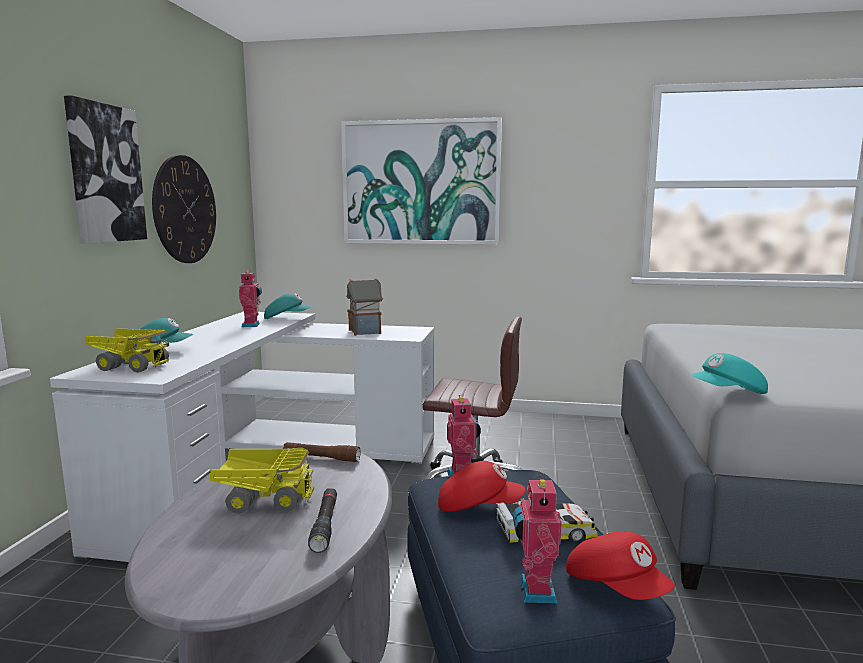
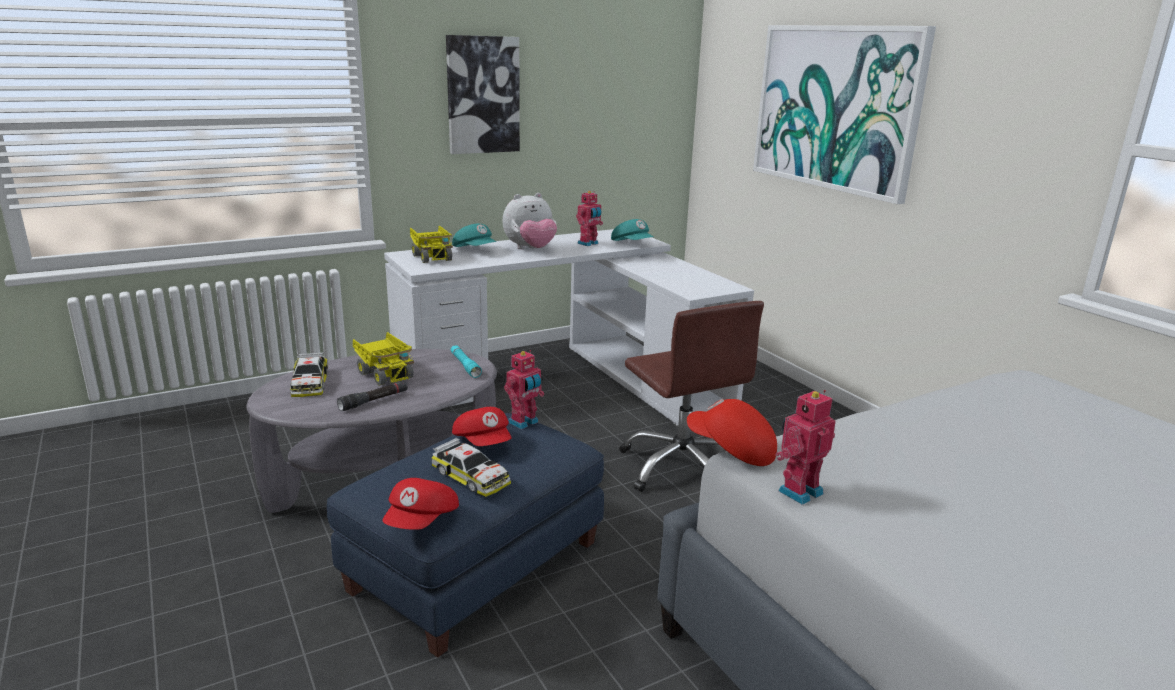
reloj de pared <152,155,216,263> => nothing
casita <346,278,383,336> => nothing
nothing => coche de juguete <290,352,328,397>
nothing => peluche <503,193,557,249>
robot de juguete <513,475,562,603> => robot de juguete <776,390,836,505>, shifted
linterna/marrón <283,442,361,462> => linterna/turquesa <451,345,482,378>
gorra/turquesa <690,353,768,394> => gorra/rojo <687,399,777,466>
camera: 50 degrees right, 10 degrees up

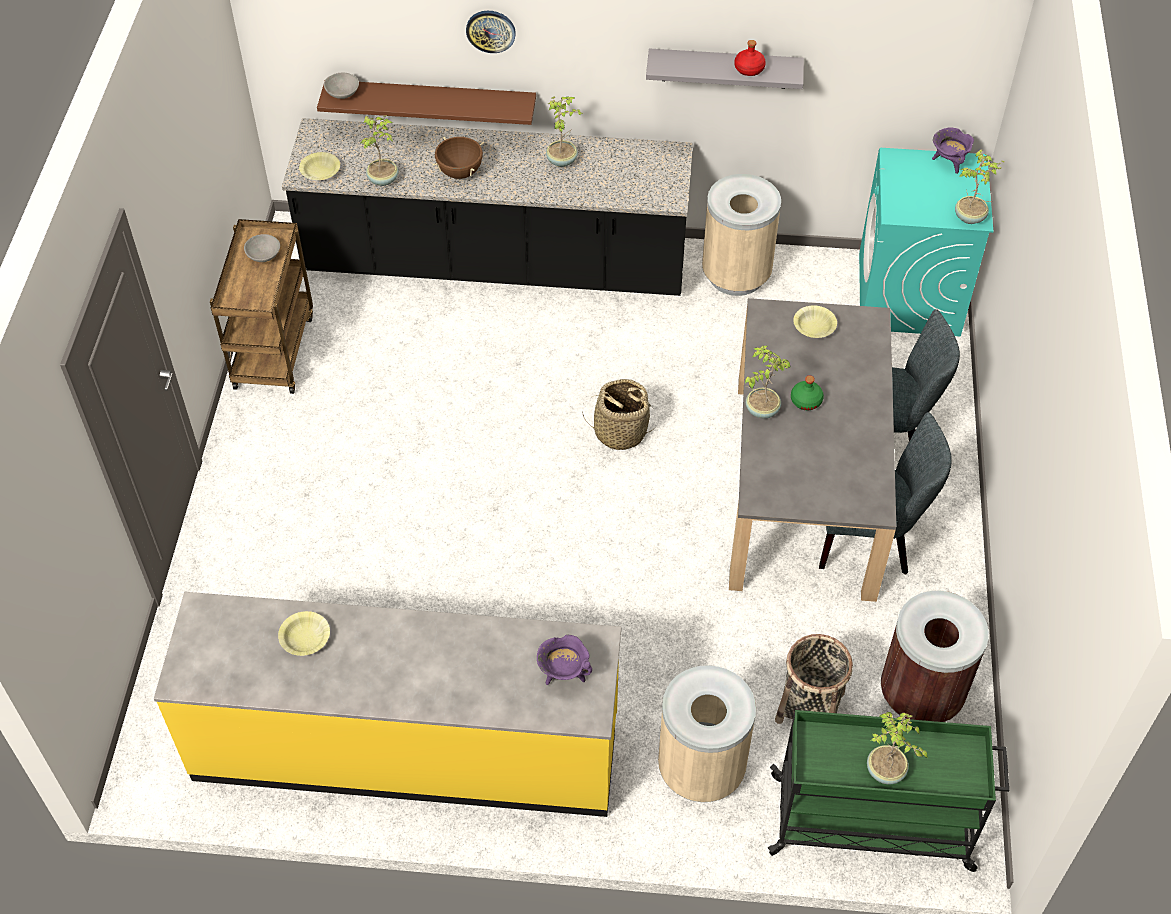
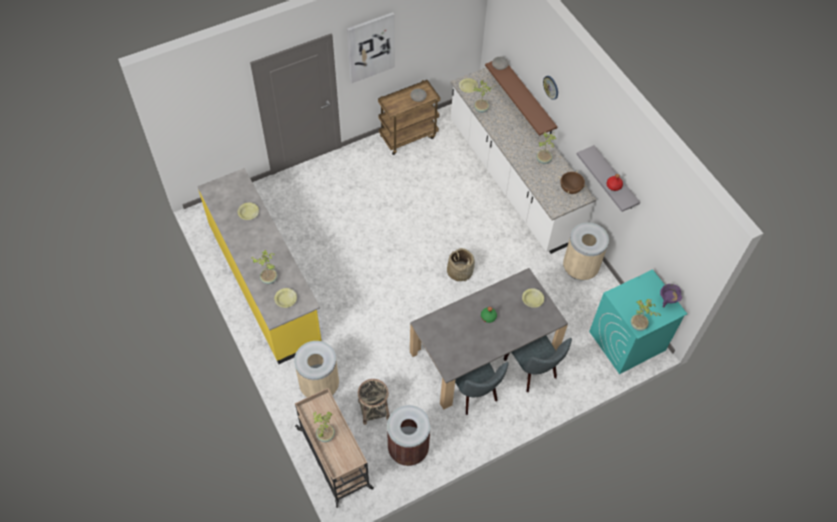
nothing => cuadro <347,12,395,83>
olla/marrón <433,136,484,179> => olla/marrón <558,170,587,194>, shifted
planta en maceta <745,345,791,419> => planta en maceta <251,250,277,284>, shifted
olla/morado <537,634,592,685> => cuenco/amarillo <274,288,297,308>
mueble bajo de cocina/negro <282,118,693,296> => mueble bajo de cocina/blanco <451,67,596,254>
carrito/verde <768,710,1009,872> => carrito/beis <295,388,374,508>
camera: 55 degrees right, 5 degrees up

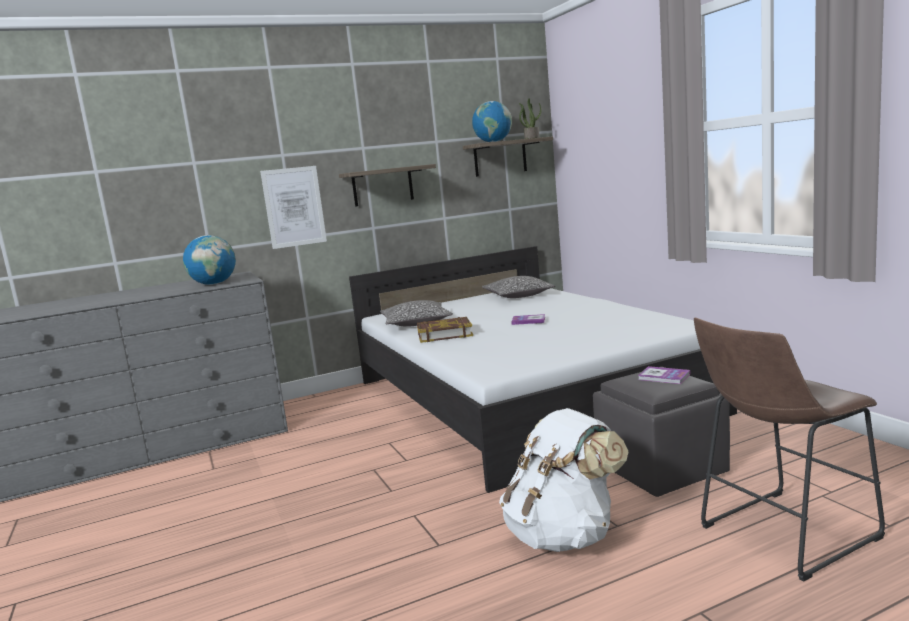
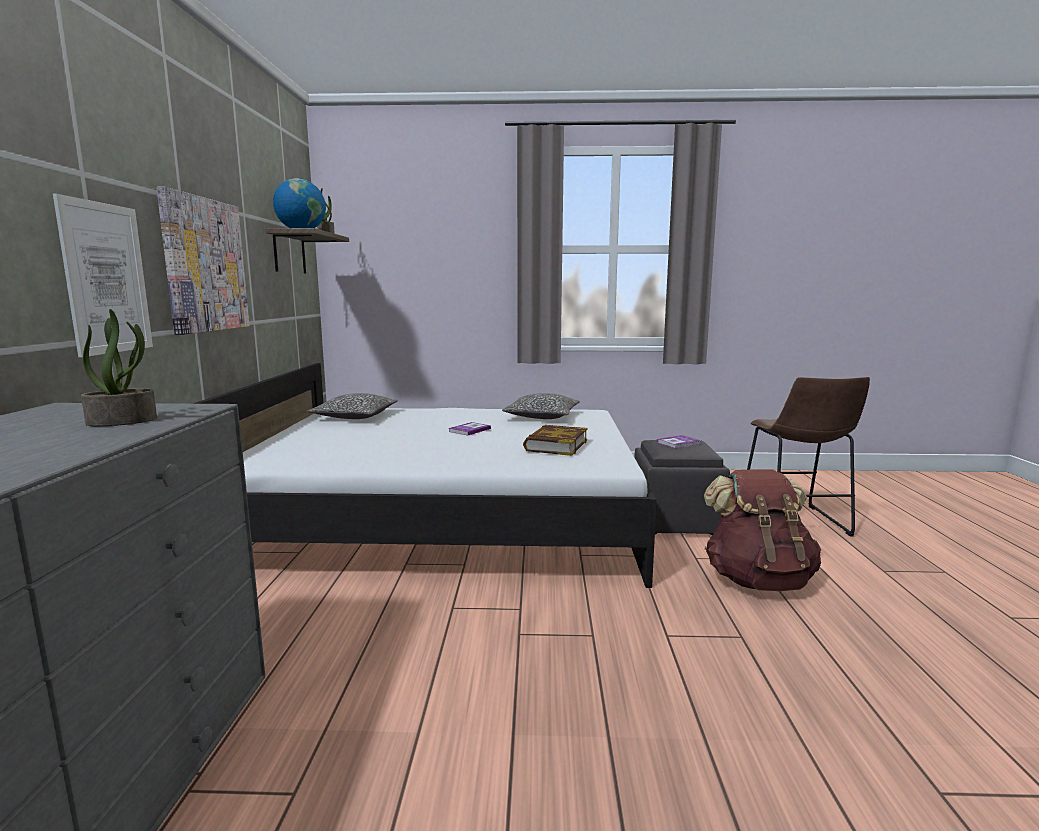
cojín <380,300,453,327> => cojín <502,393,580,419>, shifted
libro <417,317,473,343> => libro <523,425,587,456>, shifted
globo terráqueo <183,235,236,285> => planta en maceta <81,309,157,426>
estante <339,164,436,207> => cuadro <156,186,249,335>
mochila/blanco <499,408,629,552> => mochila/marrón <704,469,821,591>
camera: 65 degrees left, 0 degrees up

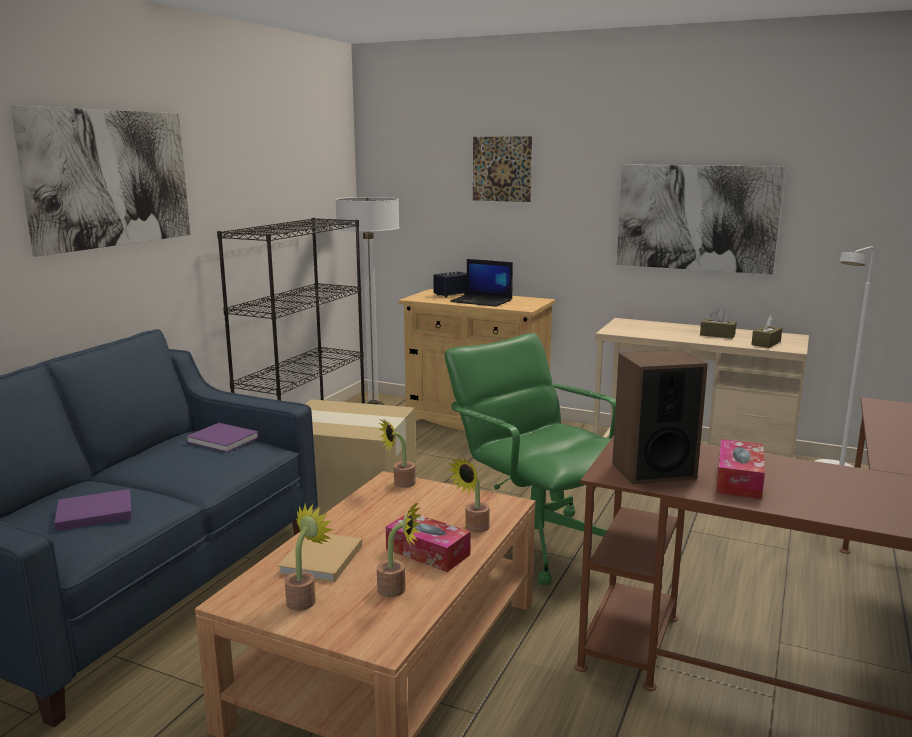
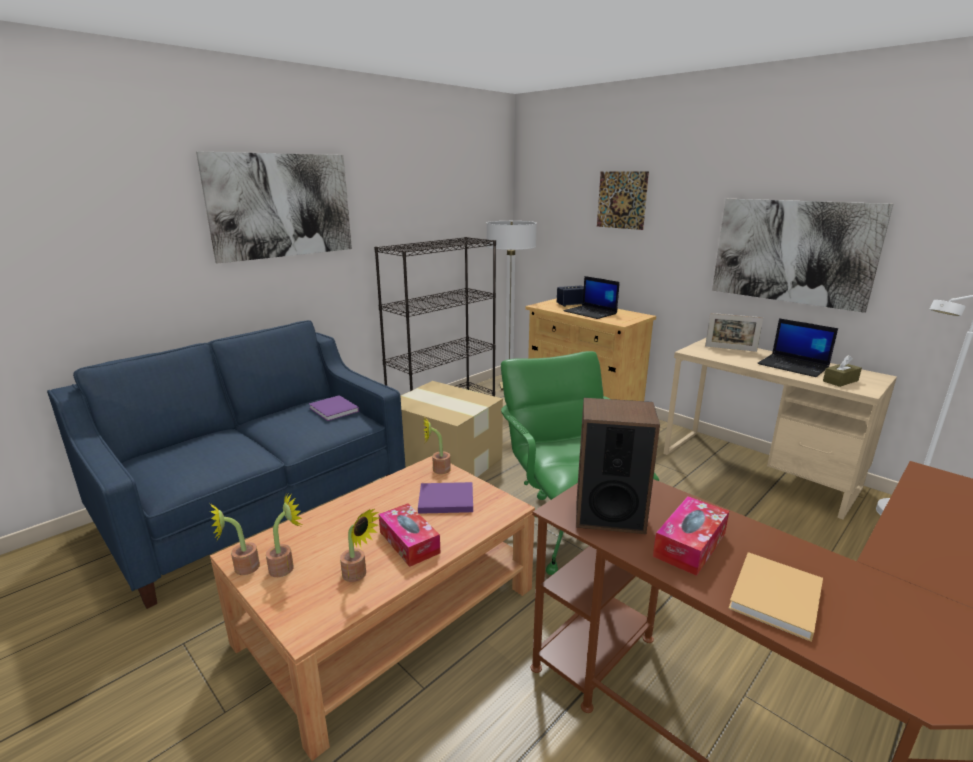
nothing => portarretratos <705,313,763,352>
libro/morado <55,489,132,531> => libro/morado <418,482,473,514>, shifted
libro/beis <278,534,362,582> => libro/beis <728,552,823,642>, shifted
planta en maceta <449,458,490,533> => planta en maceta <210,504,260,575>, shifted
caja de pañuelos/marrón <700,309,736,339> => portátil <757,318,838,377>
camera: 20 degrees right, 5 degrees up

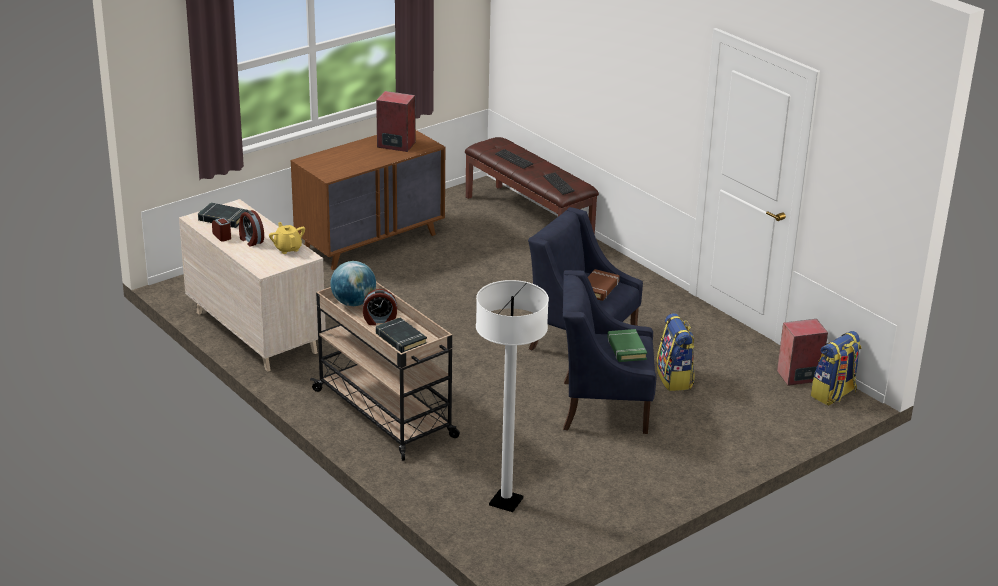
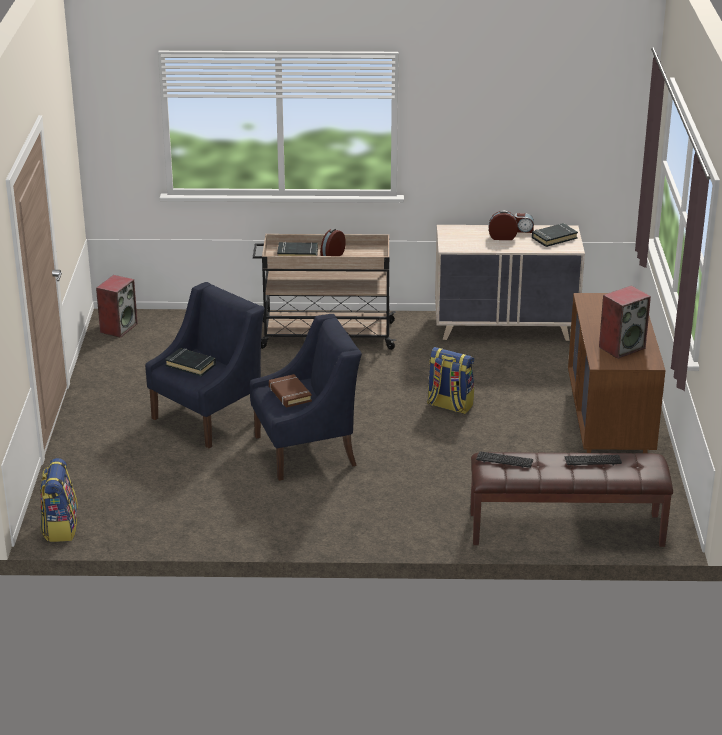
tetera/amarillo <269,222,305,254> => nothing
globo terráqueo <330,261,376,306> => nothing
lámpara de pie/blanco <476,280,549,512> => nothing
mochila <657,313,695,391> => mochila <427,347,474,414>, shifted
altavoz <777,319,828,386> => altavoz <96,275,138,338>, shifted
libro/verde <607,329,647,362> => libro/negro <165,348,216,376>
camera: 130 degrees right, 0 degrees up

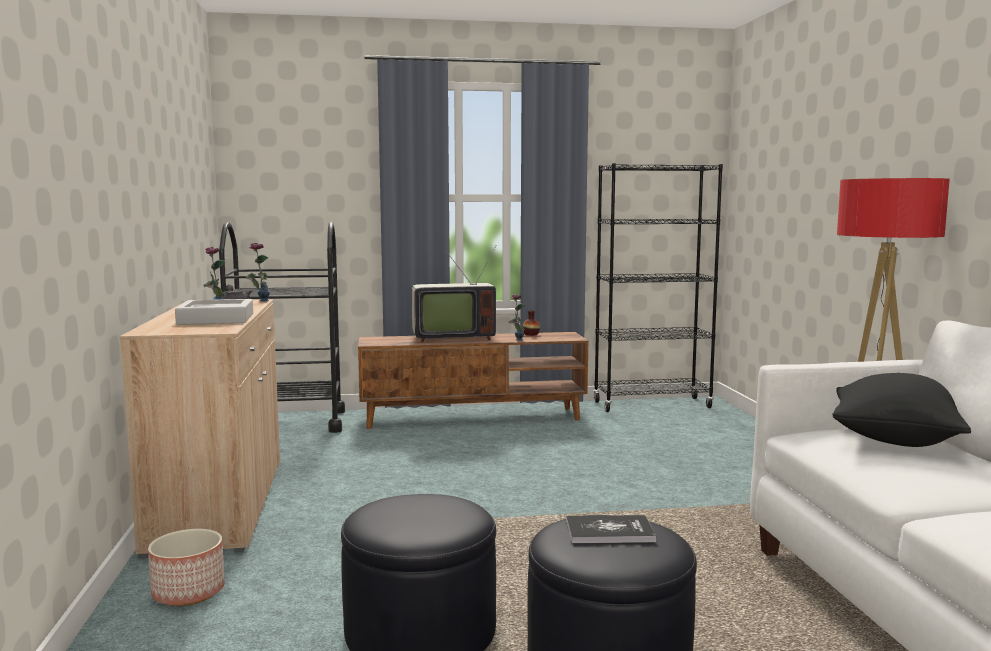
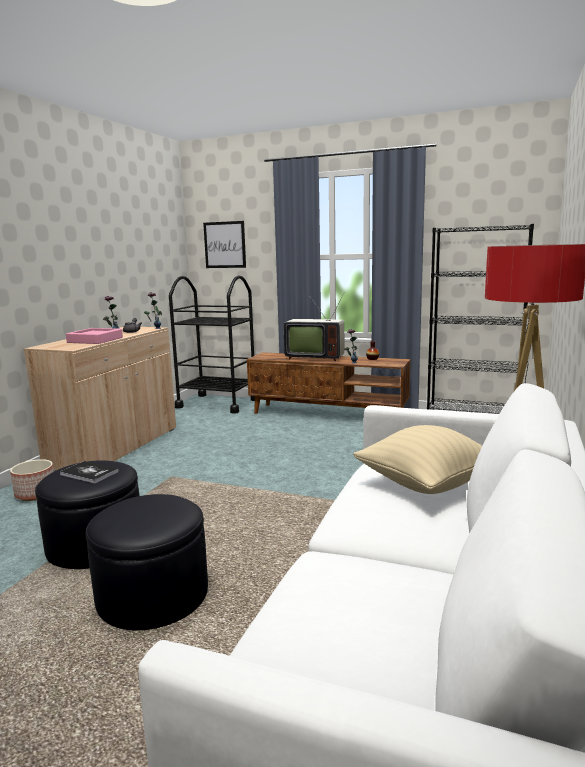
nothing => cuadro <203,221,246,268>
libro <566,515,656,543> => libro <60,461,119,484>, shifted
bandeja/gris <175,299,253,325> => bandeja/rosa <66,328,123,344>
cojín/negro <832,373,971,447> => cojín/beis <353,425,482,494>
camera: 30 degrees right, 5 degrees up

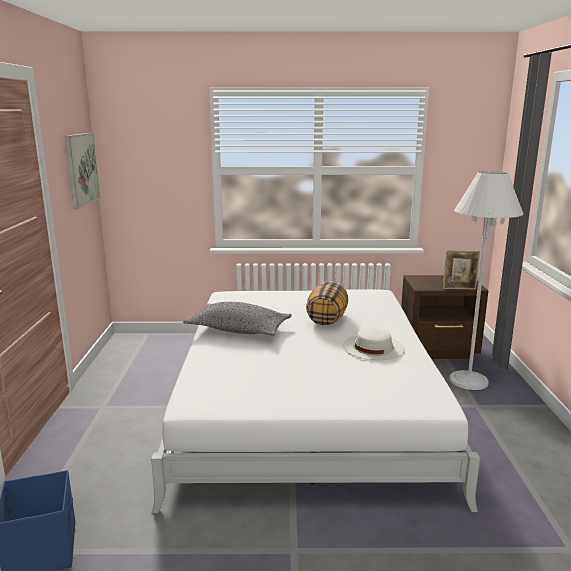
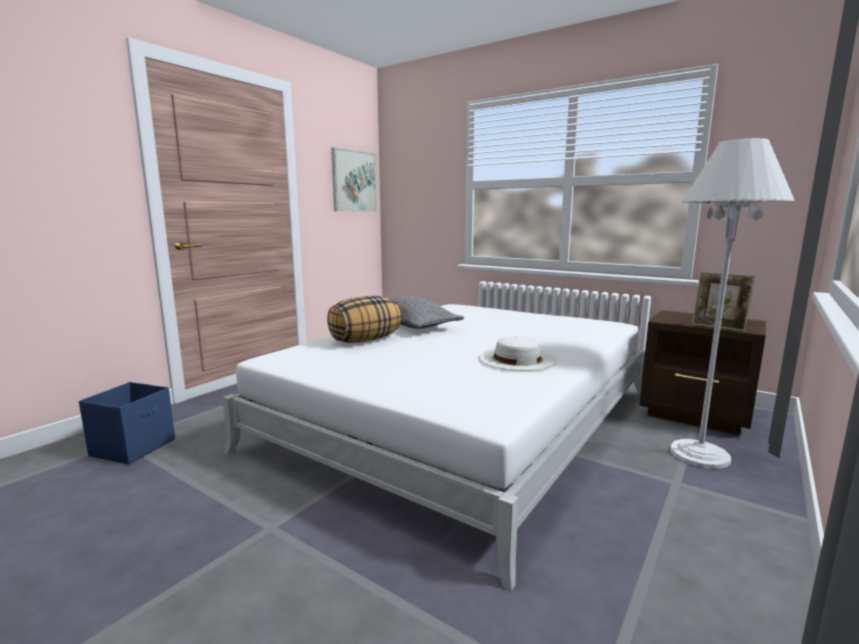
cojín <306,281,348,325> => cojín <327,296,402,343>, shifted
camera: 35 degrees right, 5 degrees down

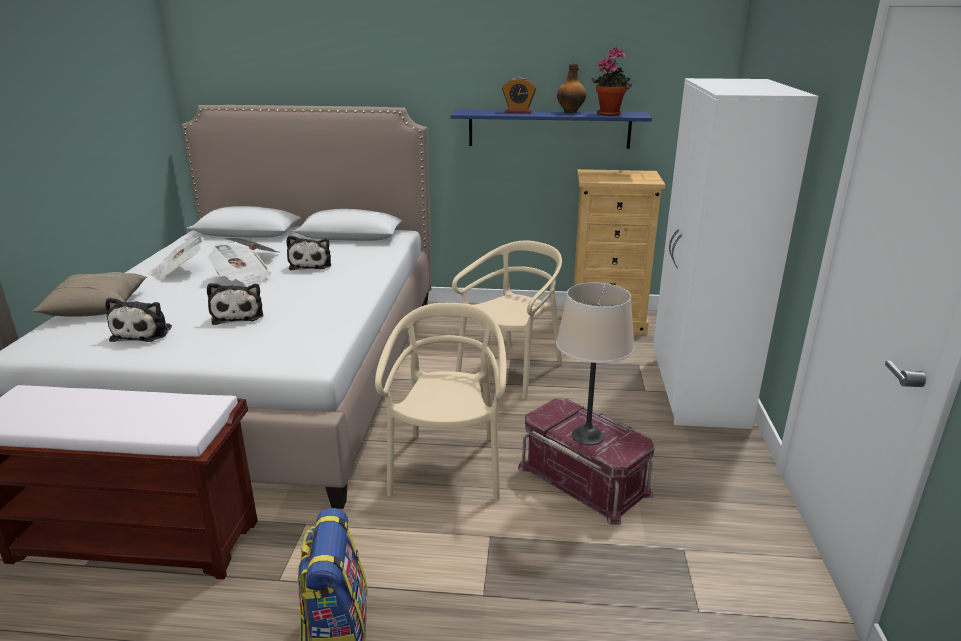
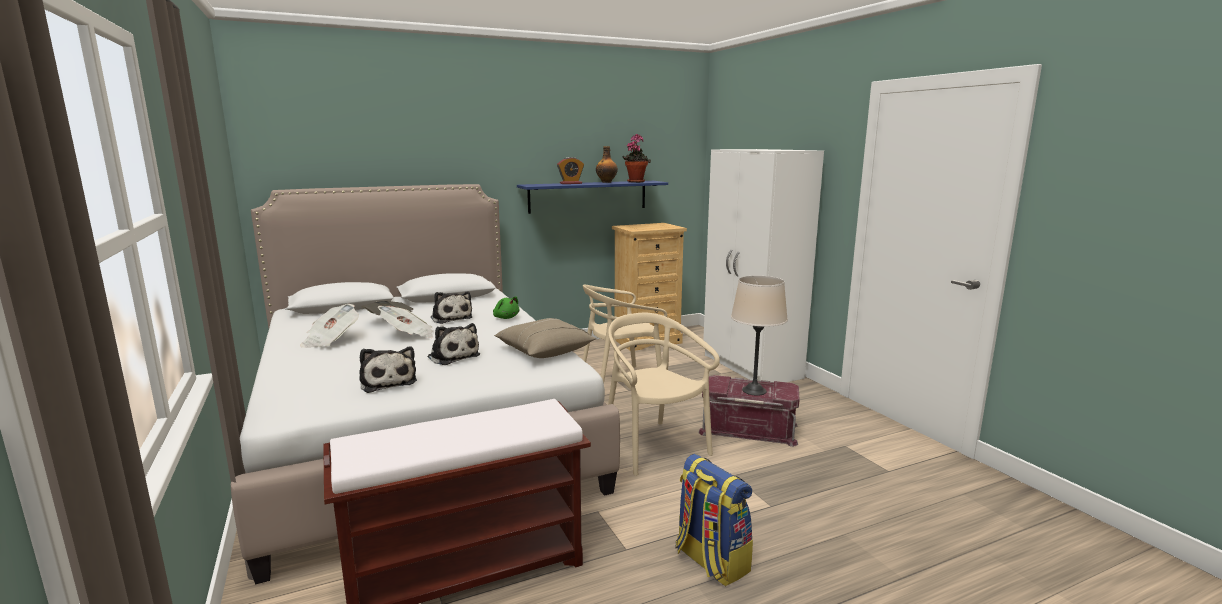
nothing => peluche/verde <493,296,520,319>
cojín/beis <32,272,147,317> => cojín/beis <494,318,596,358>, shifted
silla/beis <452,240,562,399> => silla/beis <583,285,667,382>, 120 degrees counterclockwise
camera: 30 degrees left, 10 degrees down

